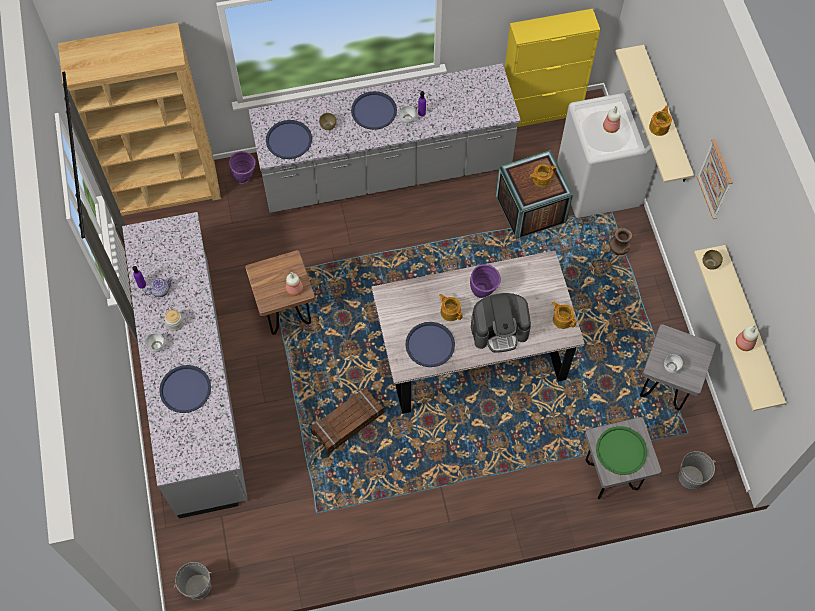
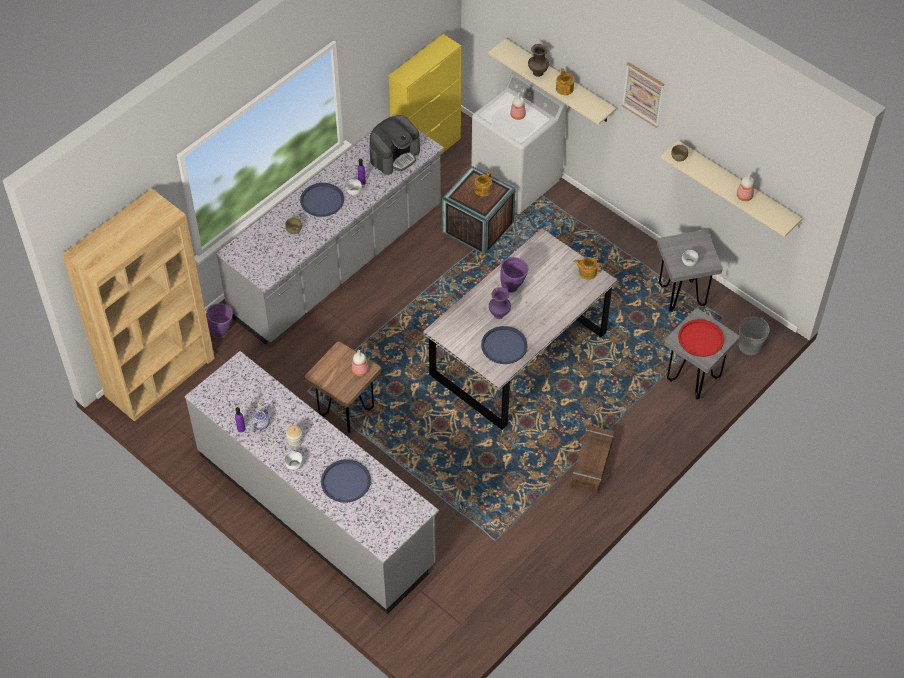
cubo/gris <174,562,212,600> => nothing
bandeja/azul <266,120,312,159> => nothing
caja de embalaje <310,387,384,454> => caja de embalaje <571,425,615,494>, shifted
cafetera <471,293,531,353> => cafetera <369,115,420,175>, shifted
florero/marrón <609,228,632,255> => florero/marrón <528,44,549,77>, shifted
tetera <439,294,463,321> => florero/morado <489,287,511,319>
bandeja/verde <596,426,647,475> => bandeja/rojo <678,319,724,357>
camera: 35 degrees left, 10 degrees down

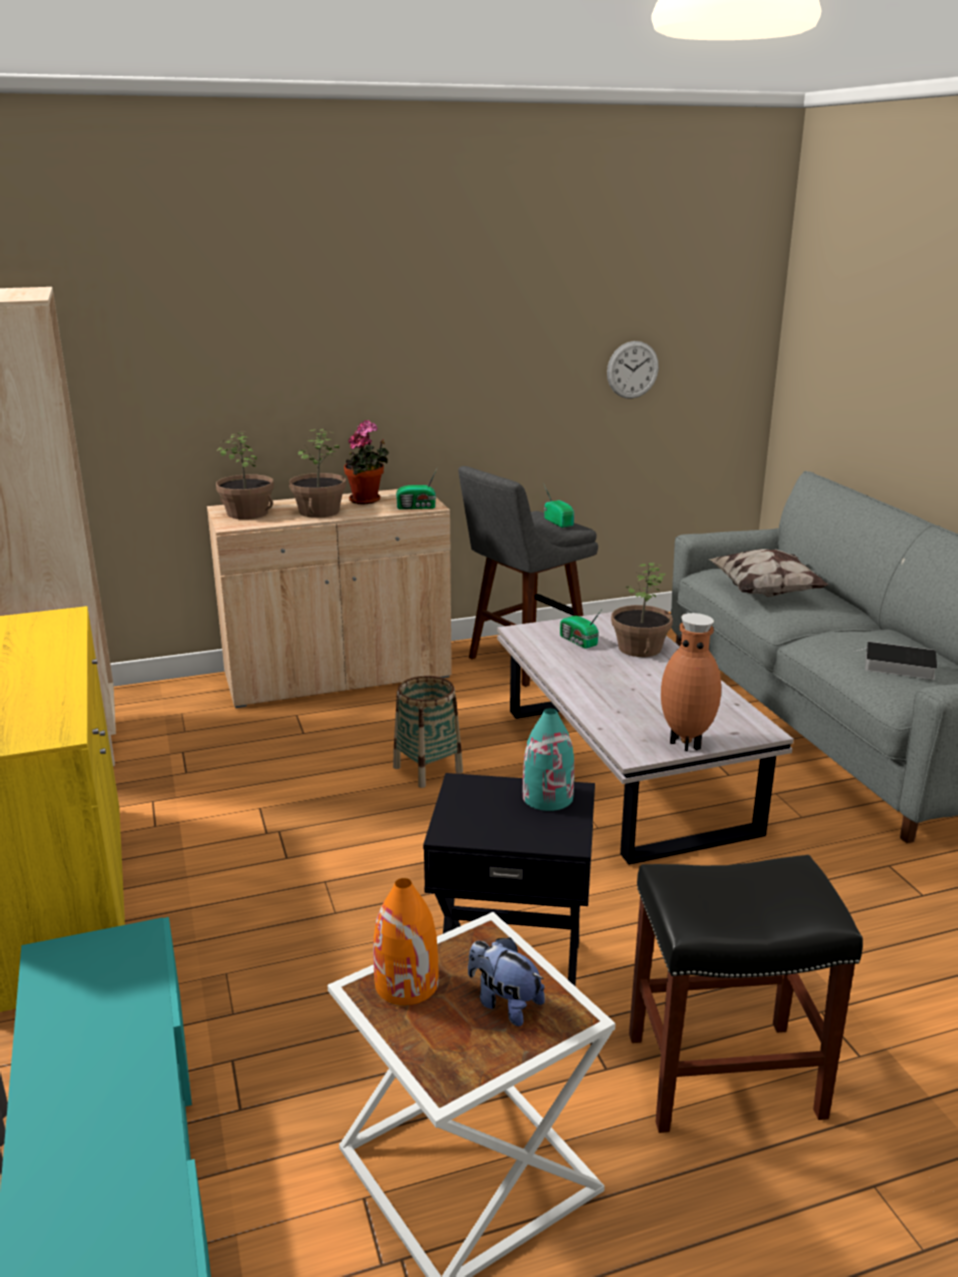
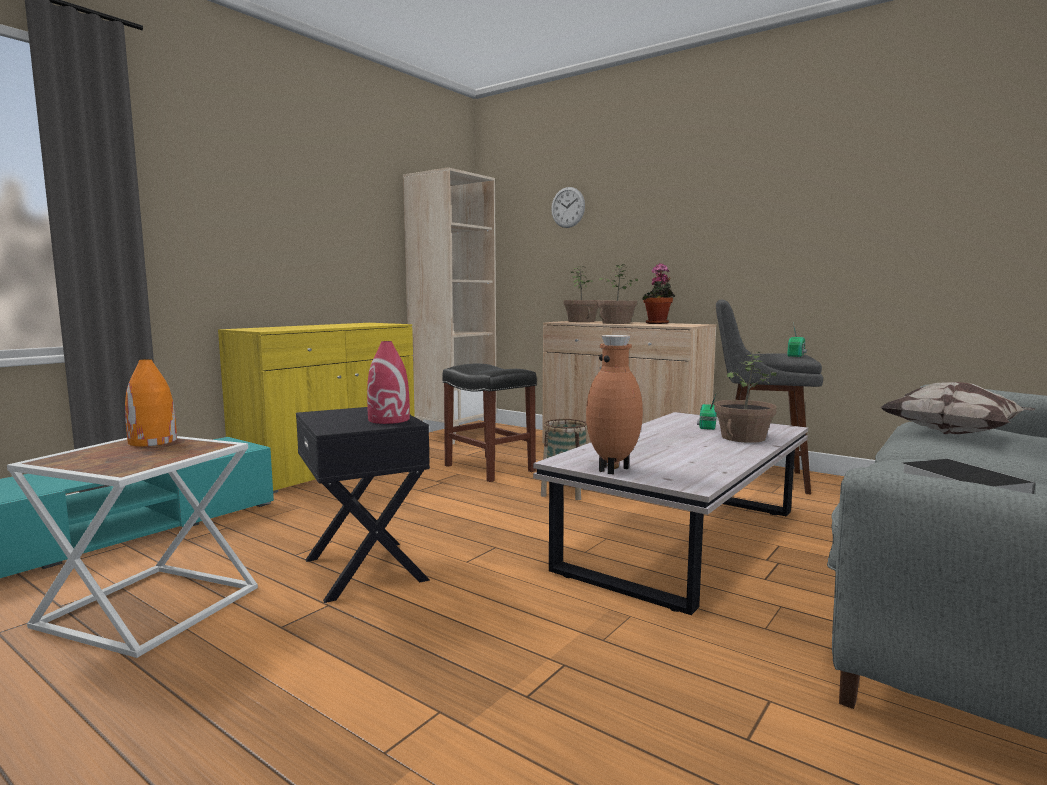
radio <396,468,437,509> => nothing
peluche <468,938,545,1026> => nothing
reloj de pared <607,341,659,399> => reloj de pared <551,187,585,228>, shifted
taburete/negro <629,855,863,1133> => taburete/negro <442,363,537,482>, shifted
florero/turquesa <523,708,574,811> => florero/rojo <367,341,410,424>
camera: 55 degrees right, 15 degrees down

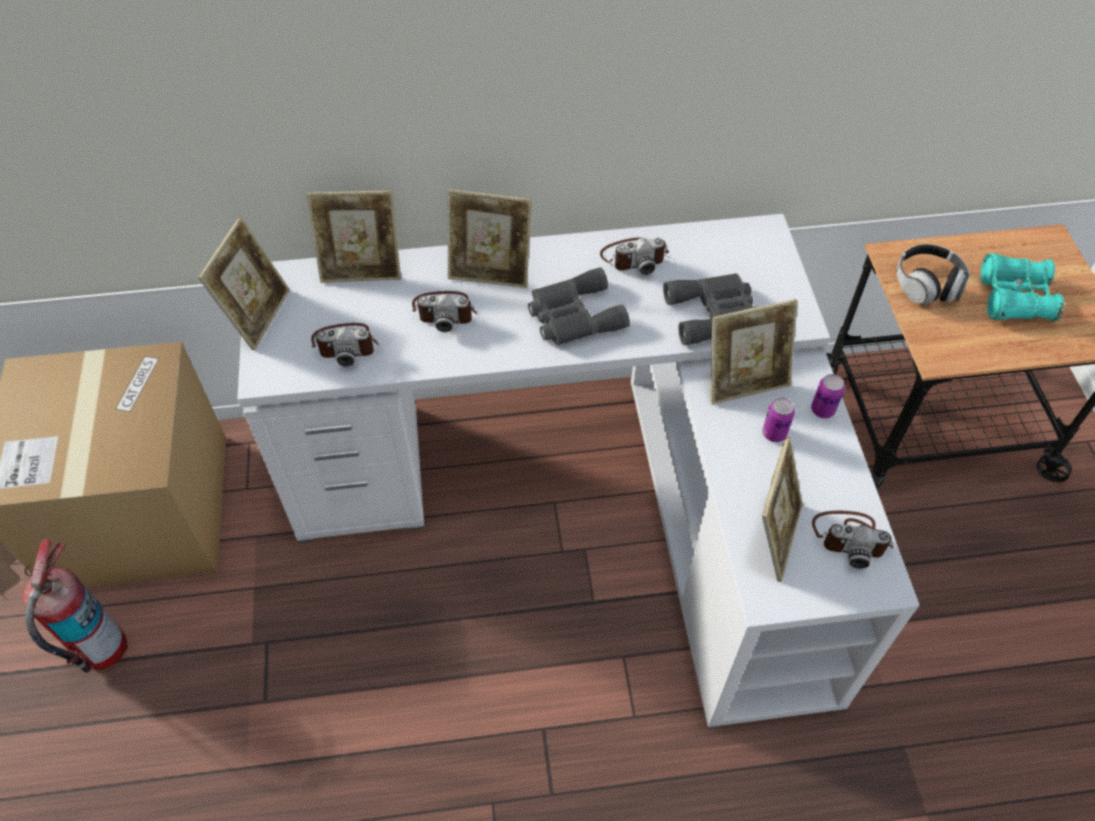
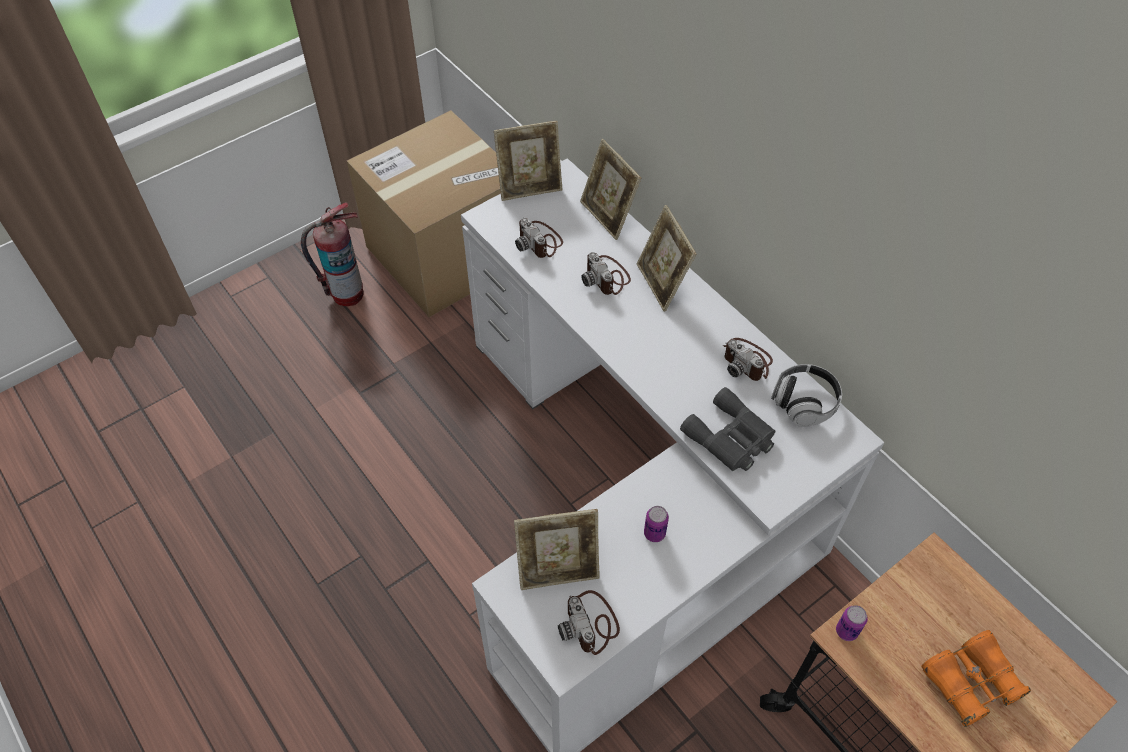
prismáticos/gris <528,267,630,345> => nothing
portarretratos <710,299,798,405> => nothing
lata <811,374,845,418> => lata <836,605,868,641>, shifted
auriculares <897,244,970,304> => auriculares <771,364,842,427>, shifted
prismáticos/turquesa <981,254,1064,322> => prismáticos/naranja <921,630,1031,727>
camera: 60 degrees right, 0 degrees up

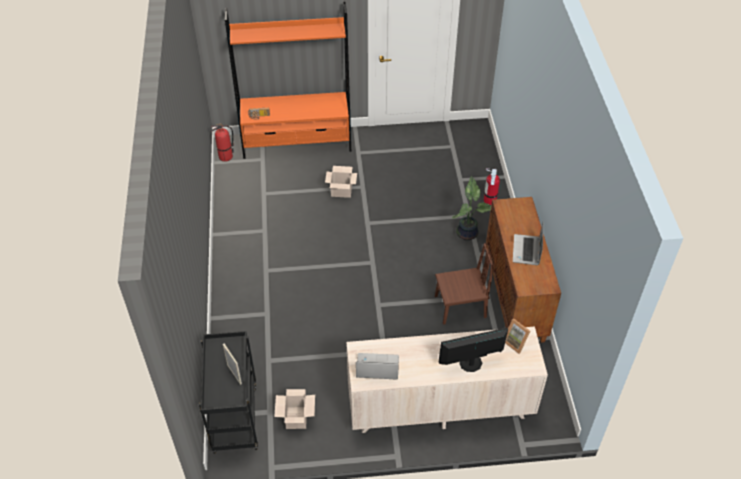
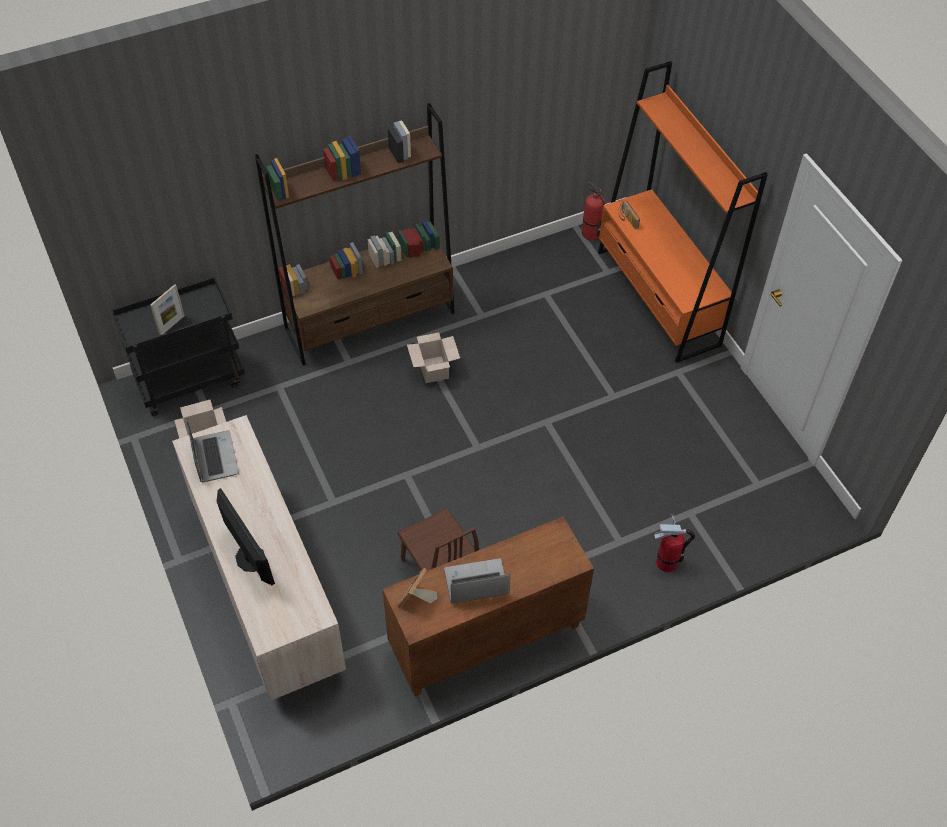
planta en maceta <452,176,491,240> => nothing
nothing => estantería/marrón <255,103,455,366>
caja de cartón <325,166,357,198> => caja de cartón <407,332,460,383>, shifted
portarretratos <505,318,530,354> => portarretratos <397,568,438,608>, shifted
camera: 70 degrees right, 5 degrees up

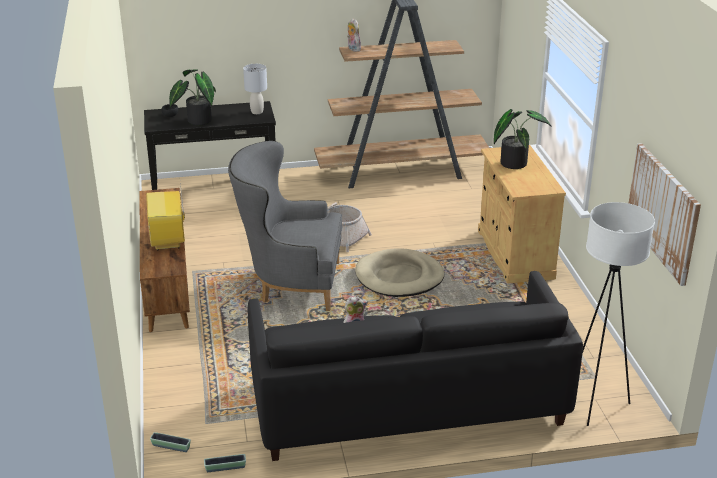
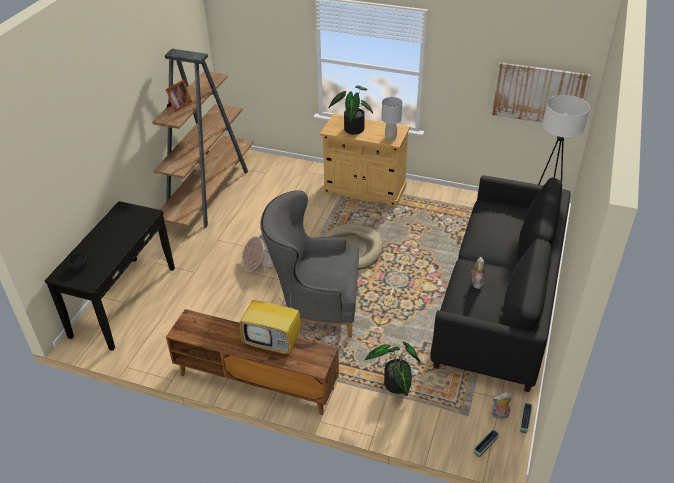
nothing => portarretratos <166,79,192,112>
planta en maceta <169,69,216,125> => planta en maceta <365,342,420,396>, shifted
lámpara de mesa/gris <243,64,267,114> => lámpara de mesa/gris <382,97,402,141>, shifted
peluche <347,18,361,52> => peluche <492,392,512,419>, shifted
sillón/gris <228,141,342,311> => sillón/gris <261,190,359,338>, 60 degrees clockwise
camera: 60 degrees left, 10 degrees up

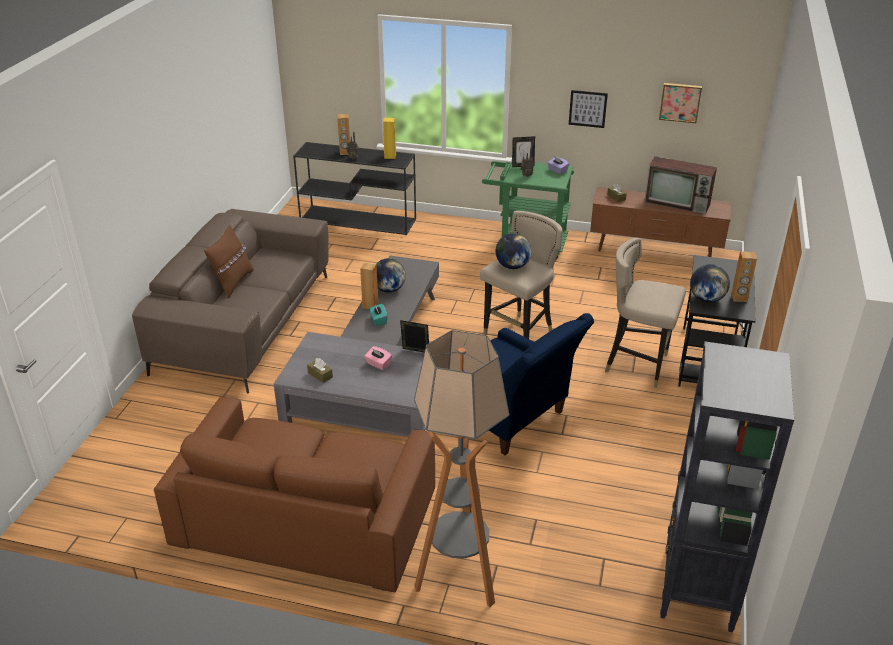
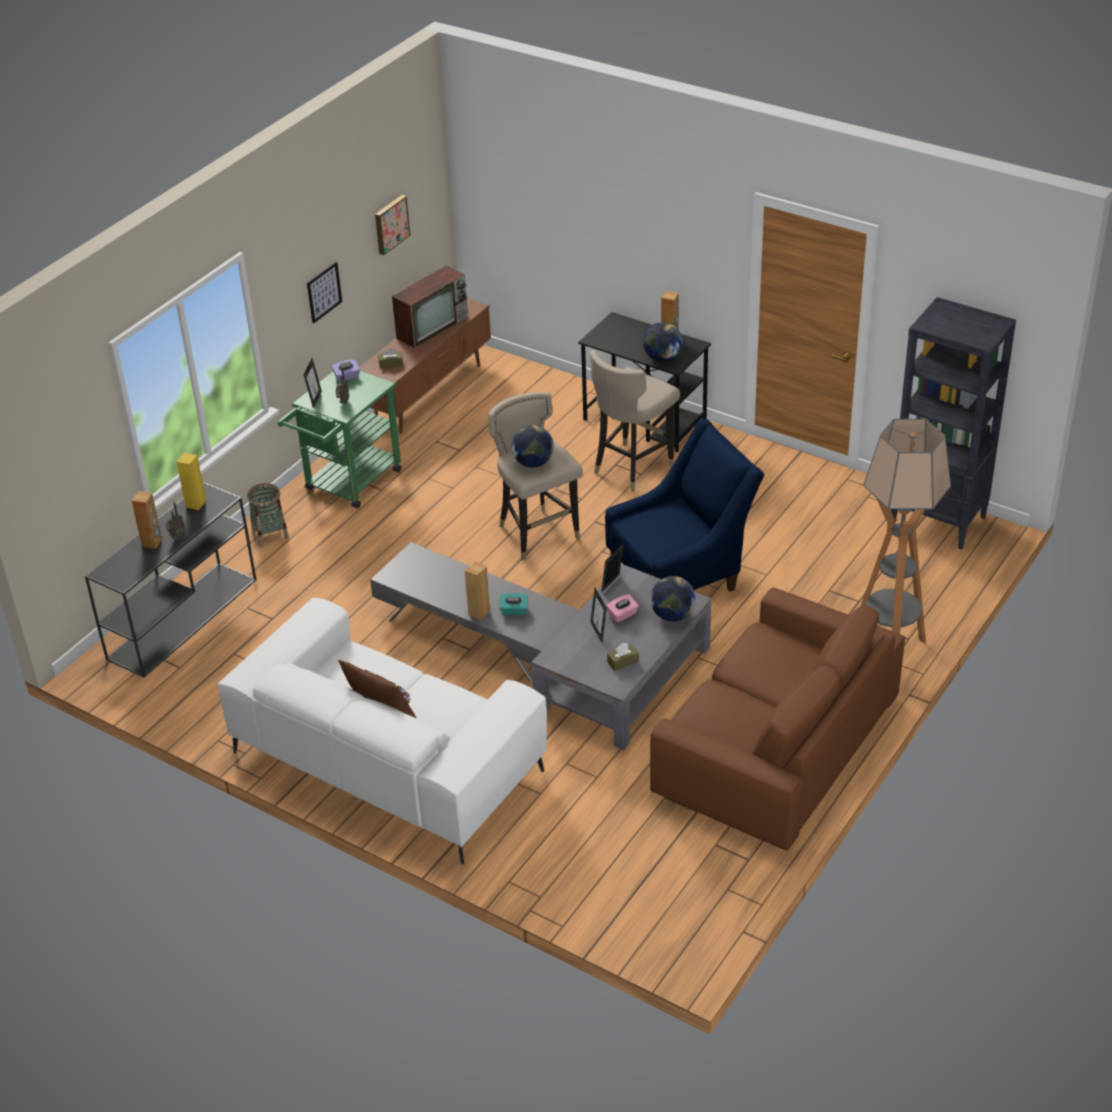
nothing => cesta <247,483,289,547>
nothing => portarretratos <590,588,607,642>
globo terráqueo <376,258,406,293> => globo terráqueo <650,576,696,621>, shifted
sofá/marrón <132,209,329,394> => sofá/blanco <218,598,547,864>
camera: 70 degrees left, 5 degrees up

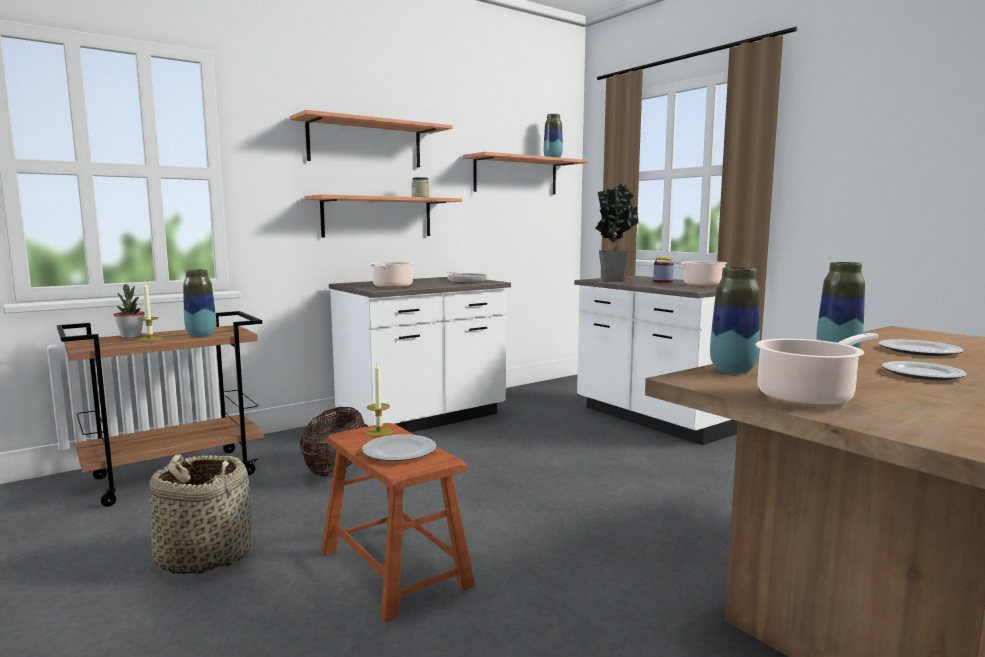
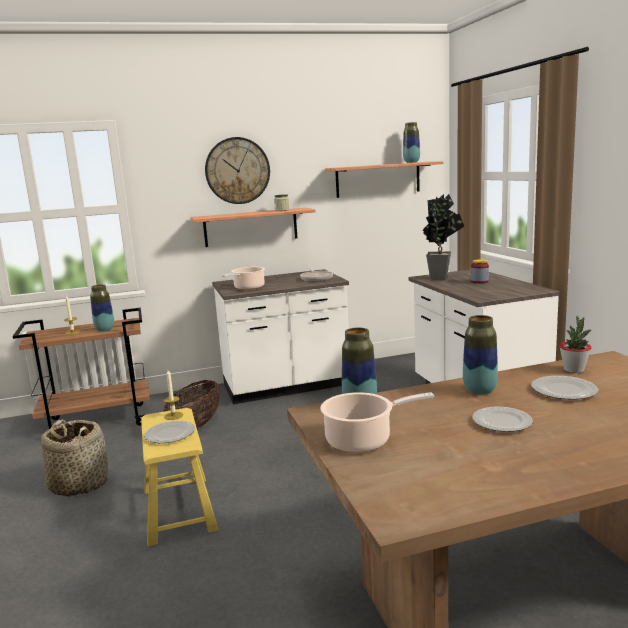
olla <657,260,727,286> => nothing
planta en maceta <113,284,145,338> => planta en maceta <559,316,592,373>, shifted
estante <289,110,452,167> => reloj de pared <205,137,270,204>
taburete/marrón <321,423,475,623> => taburete/amarillo <141,408,219,546>
camera: 20 degrees right, 5 degrees up

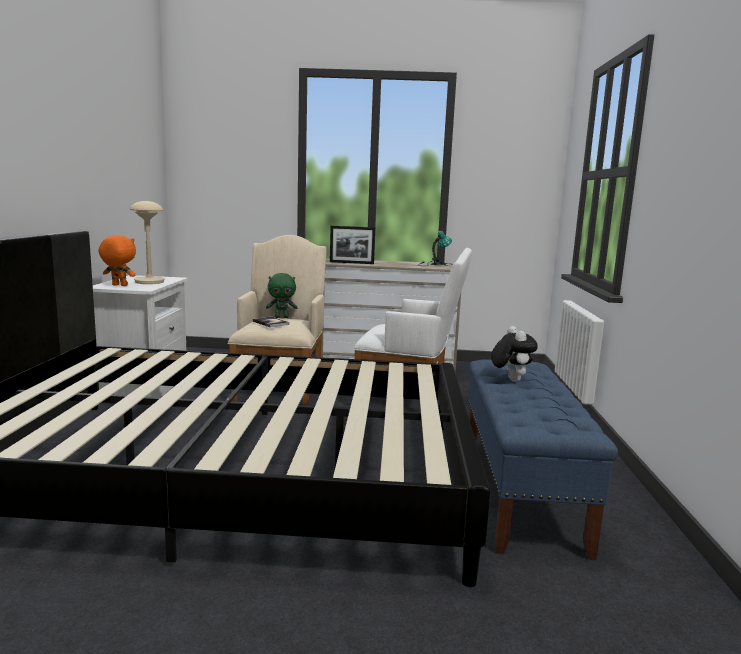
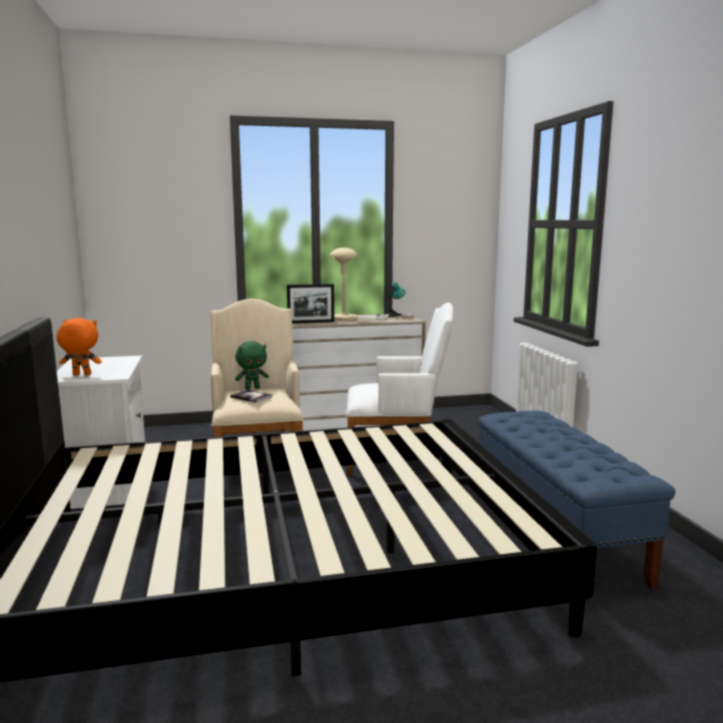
peluche <491,326,538,382> => nothing
lámpara de mesa/beis <130,201,165,284> => lámpara de mesa/beis <330,248,357,321>, shifted
camera: 15 degrees left, 0 degrees up

